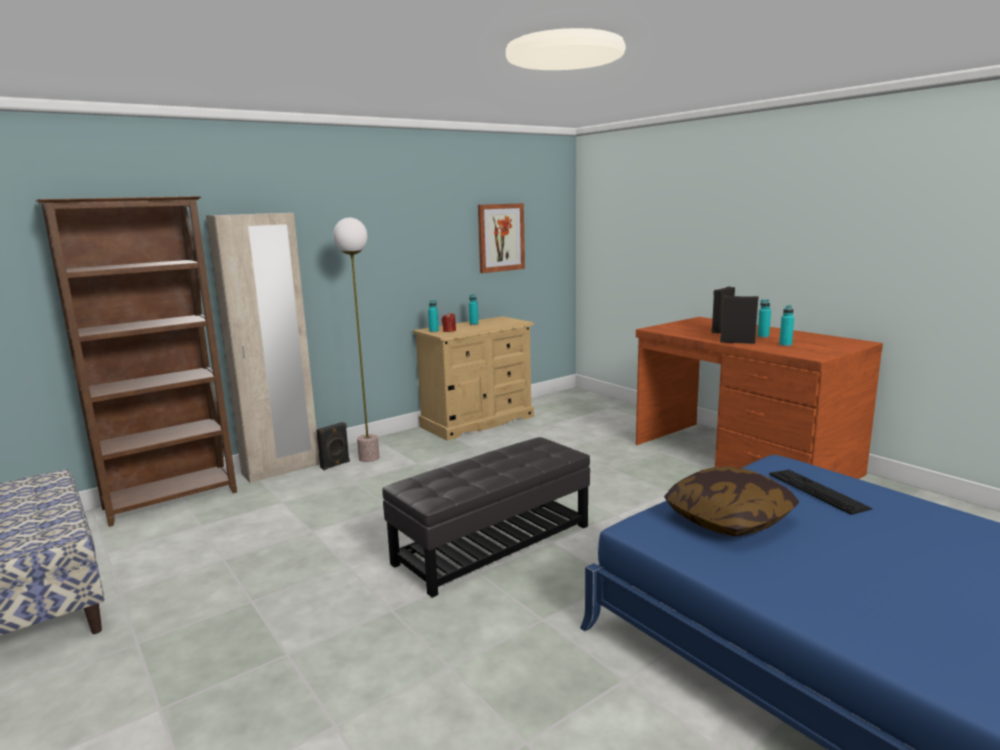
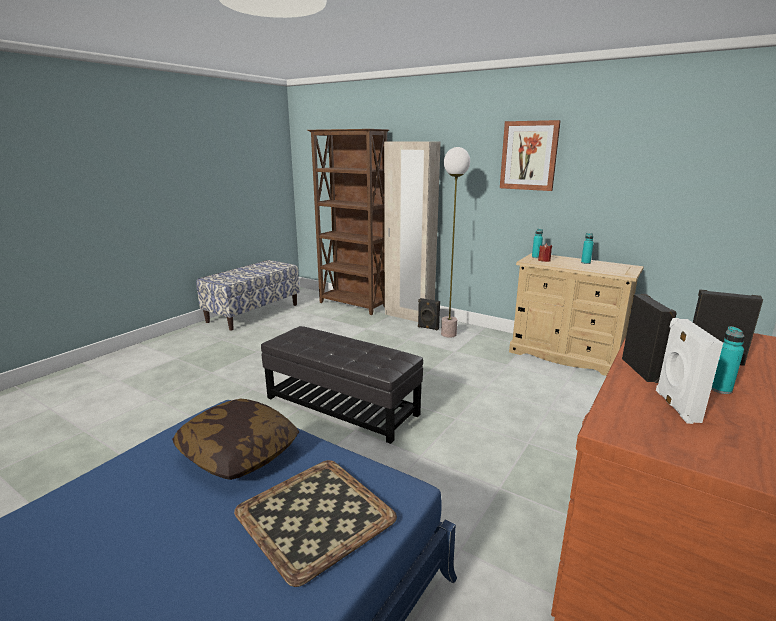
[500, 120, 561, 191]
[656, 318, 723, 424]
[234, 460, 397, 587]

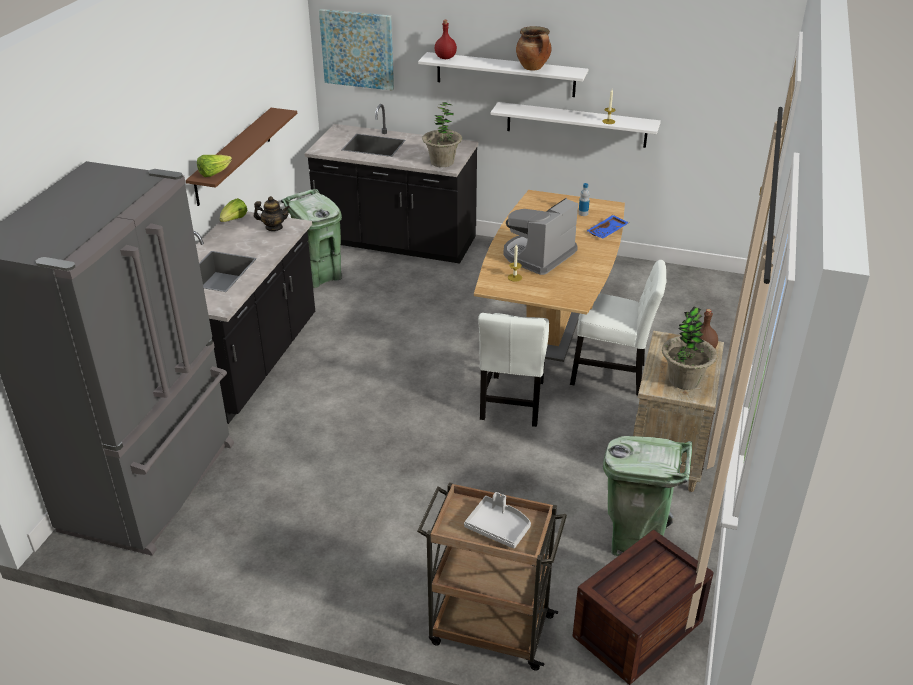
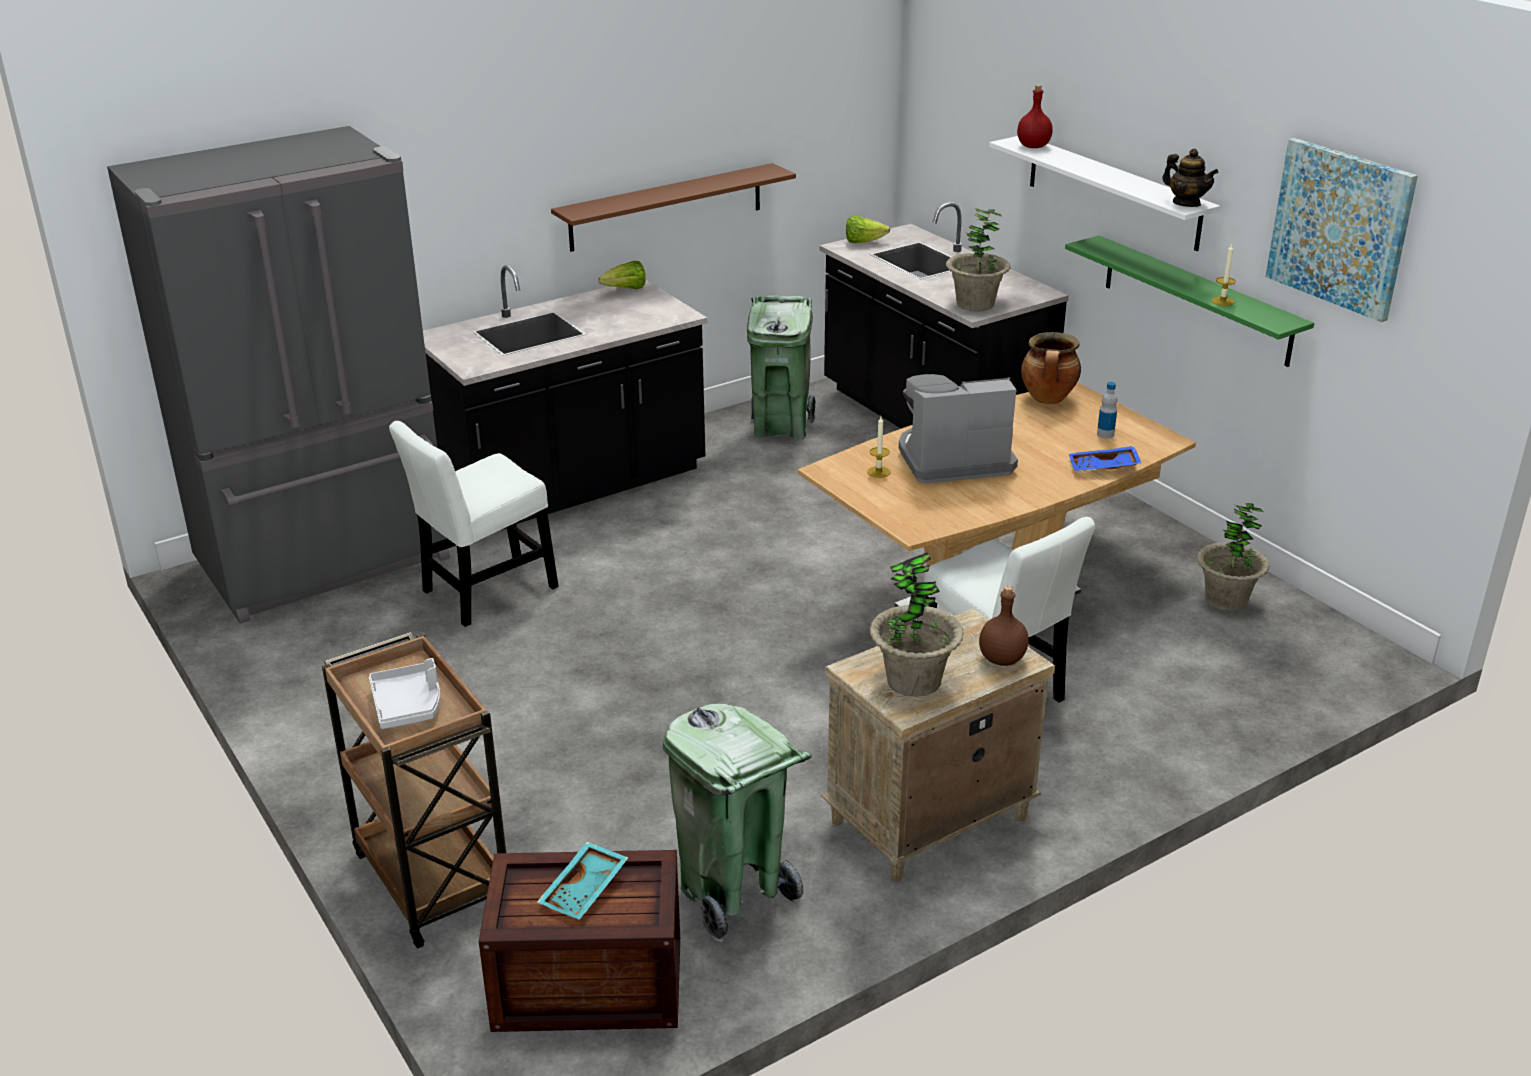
[1266, 138, 1418, 322]
[1021, 332, 1081, 404]
[1065, 235, 1314, 367]
[846, 216, 890, 243]
[1162, 149, 1218, 207]
[389, 421, 559, 627]
[1197, 503, 1270, 611]
[537, 841, 629, 920]

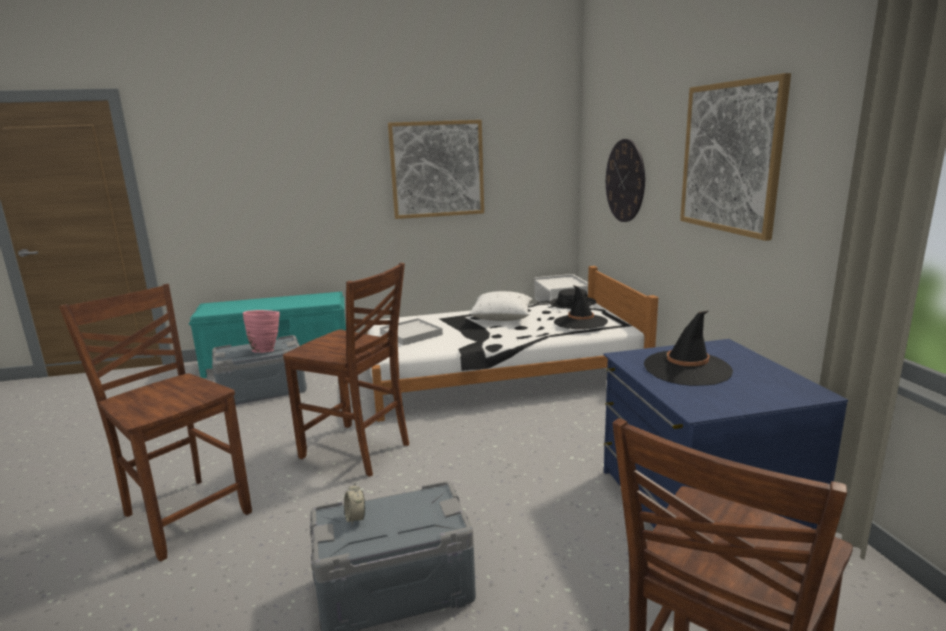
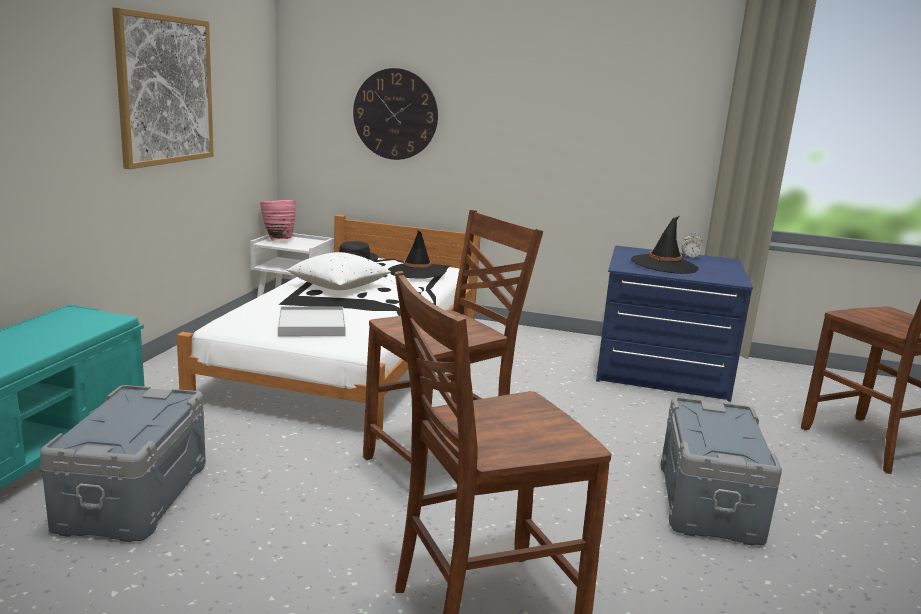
[680, 73, 791, 241] (first image)
[260, 200, 296, 241]
[682, 233, 703, 258]

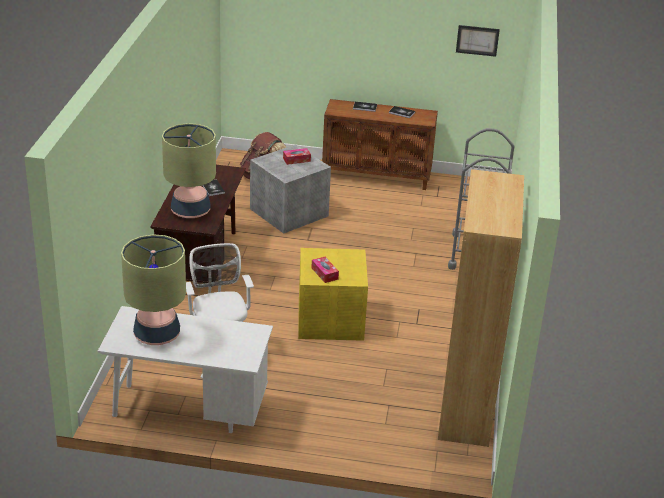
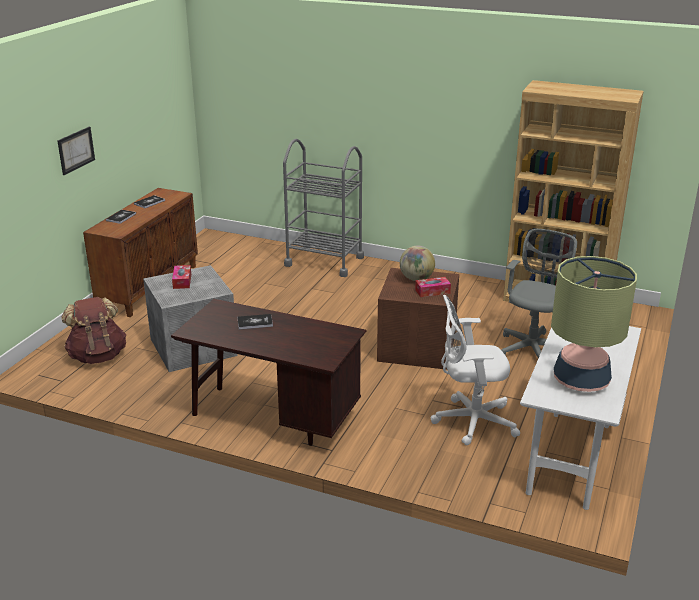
[57, 127, 95, 175]
[162, 123, 216, 218] (first image)
[377, 268, 459, 370]
[501, 229, 577, 358]
[400, 246, 435, 281]

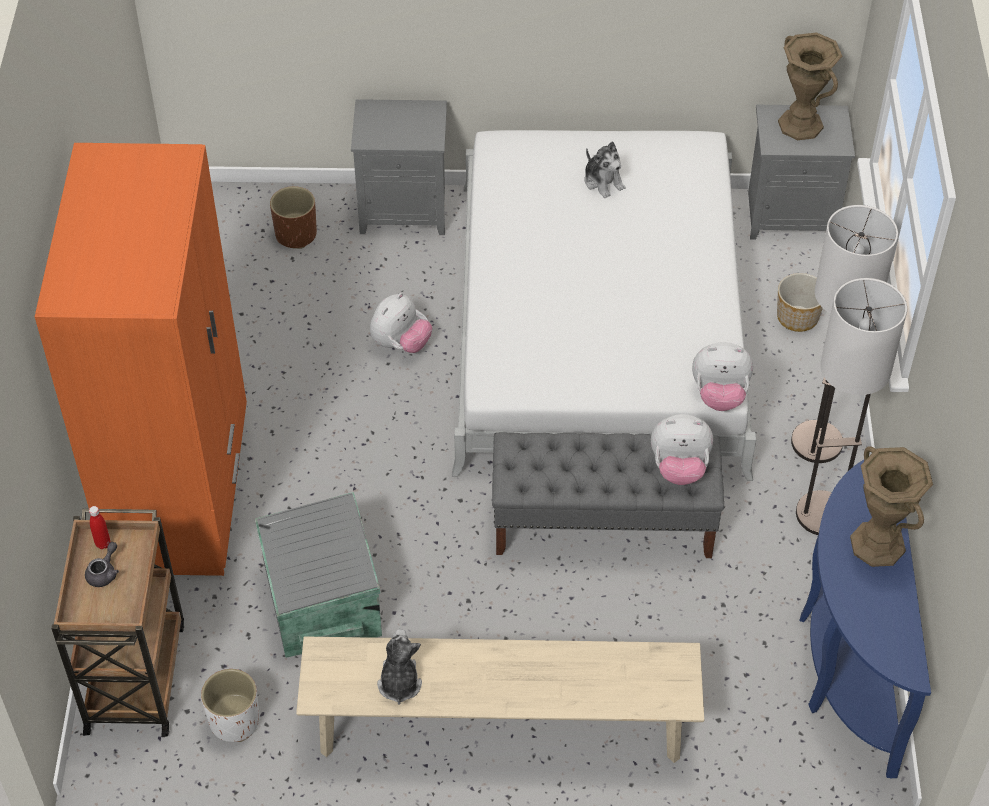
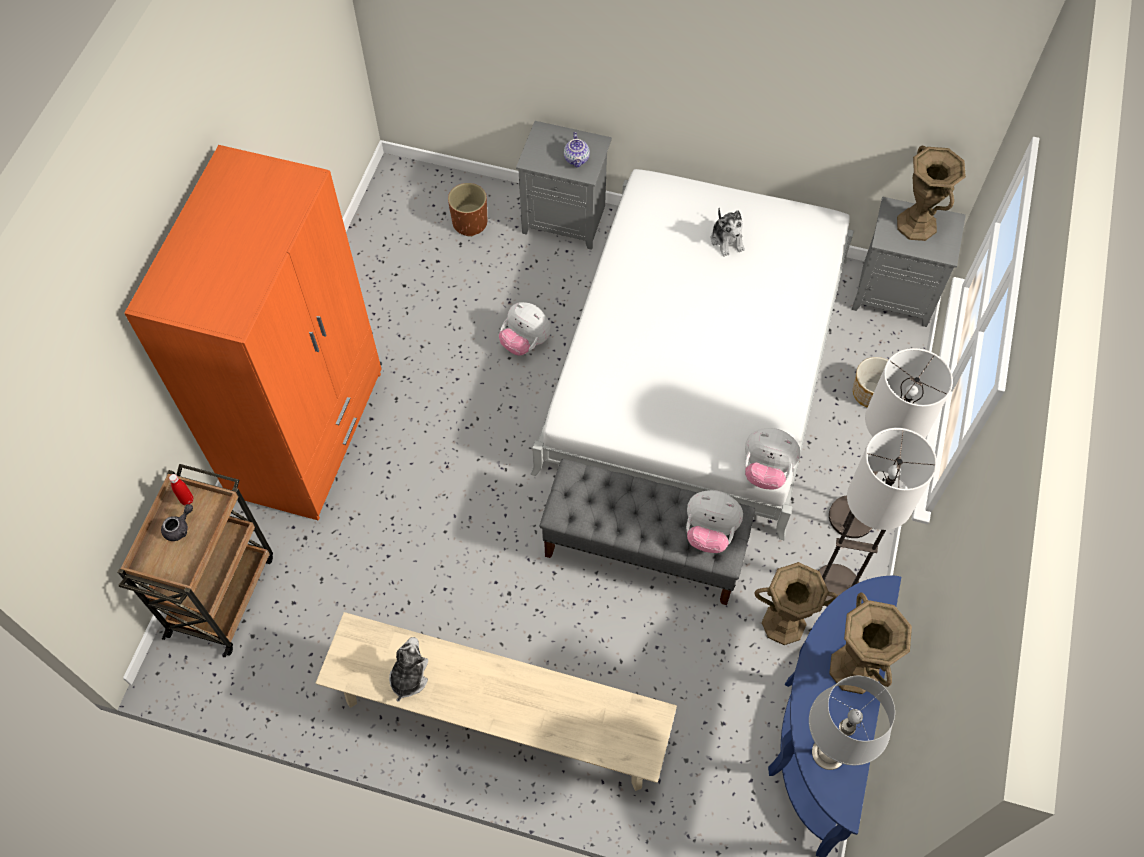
[499, 302, 551, 356]
[255, 492, 382, 658] (first image)
[201, 669, 260, 742] (first image)
[564, 132, 590, 168]
[755, 562, 838, 645]
[809, 676, 895, 770]

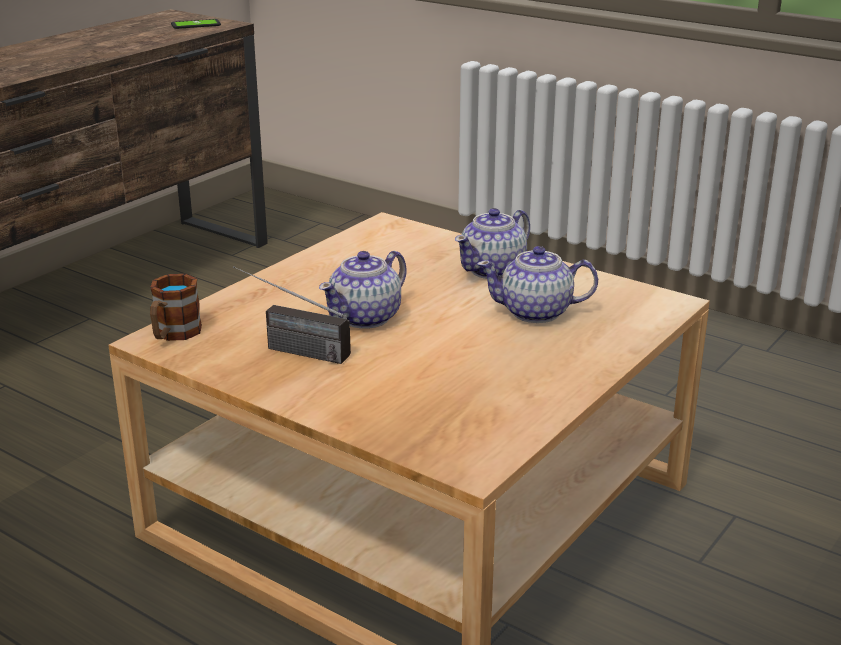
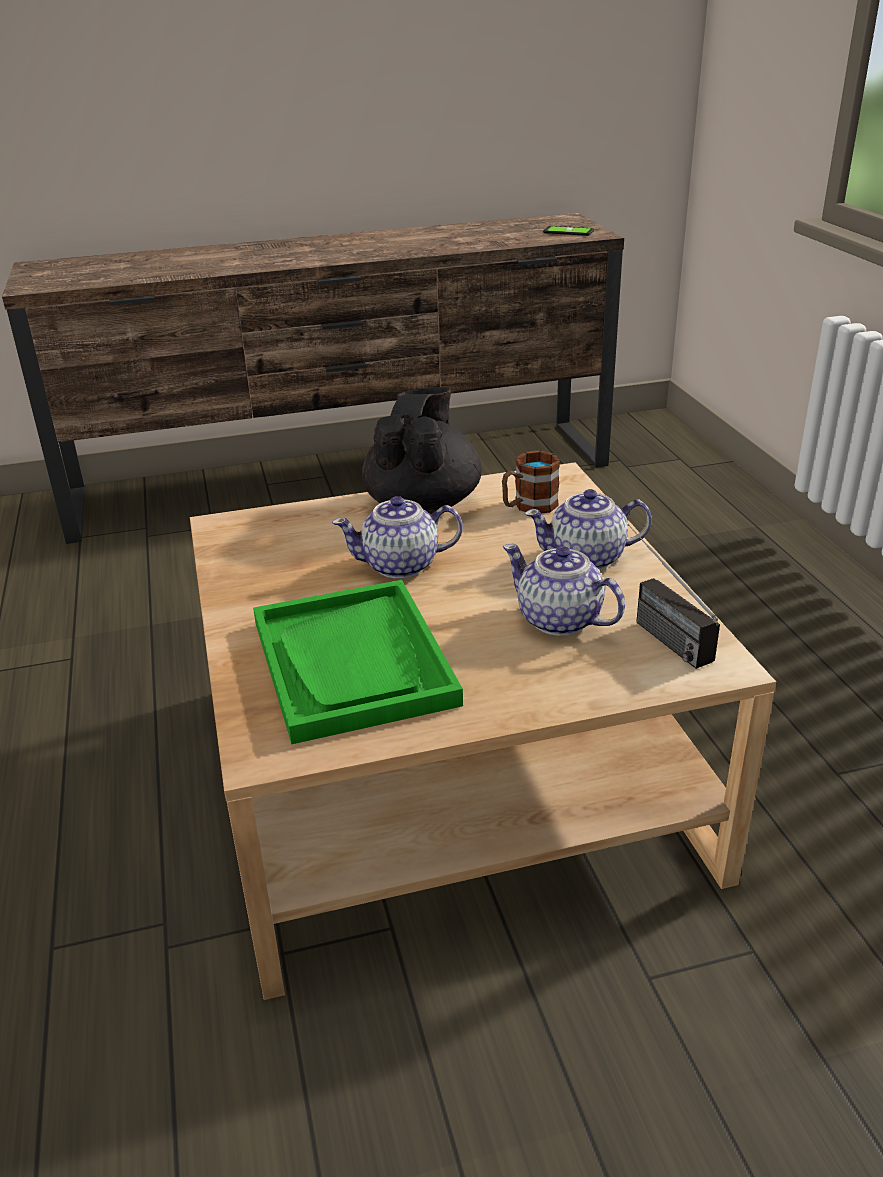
[627, 524, 720, 669]
[502, 450, 560, 513]
[362, 387, 482, 514]
[253, 580, 463, 744]

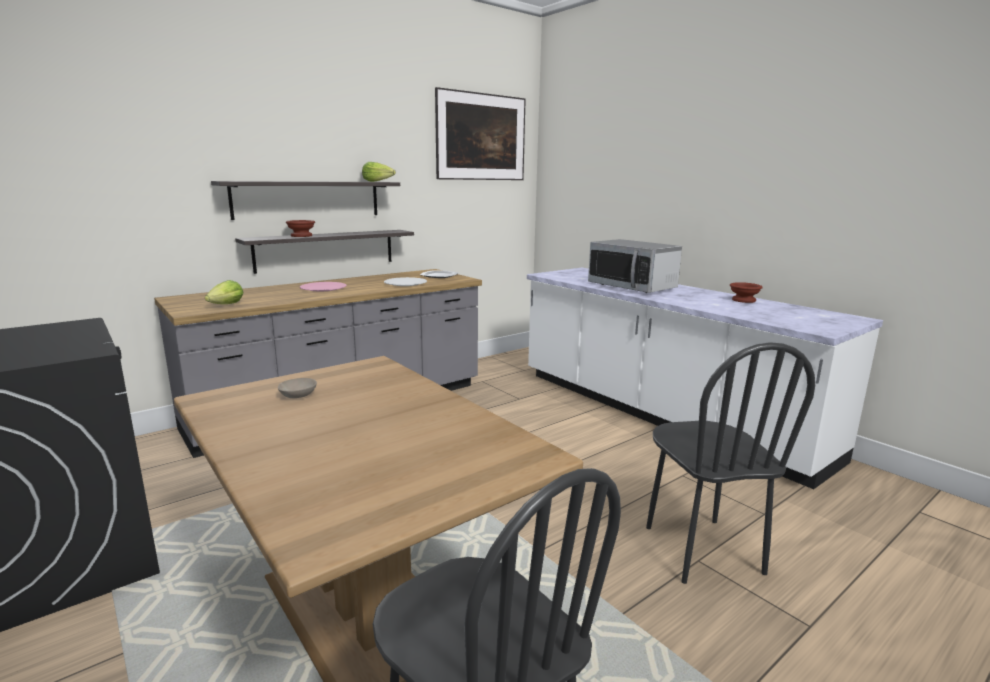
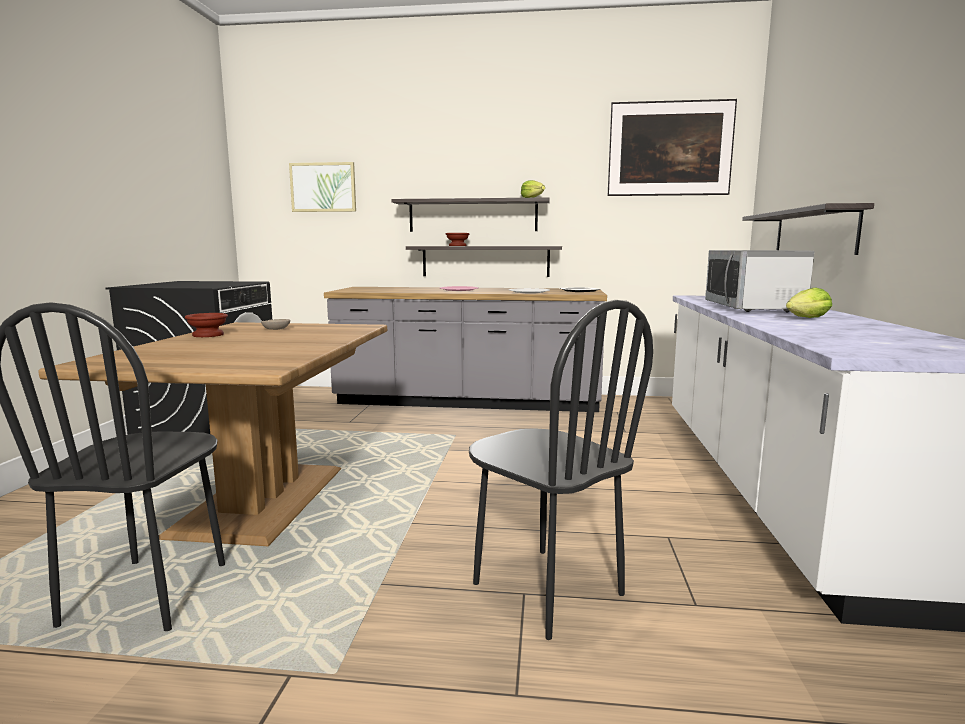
[786, 288, 832, 318]
[185, 313, 228, 337]
[469, 300, 653, 640]
[289, 162, 356, 212]
[742, 203, 874, 255]

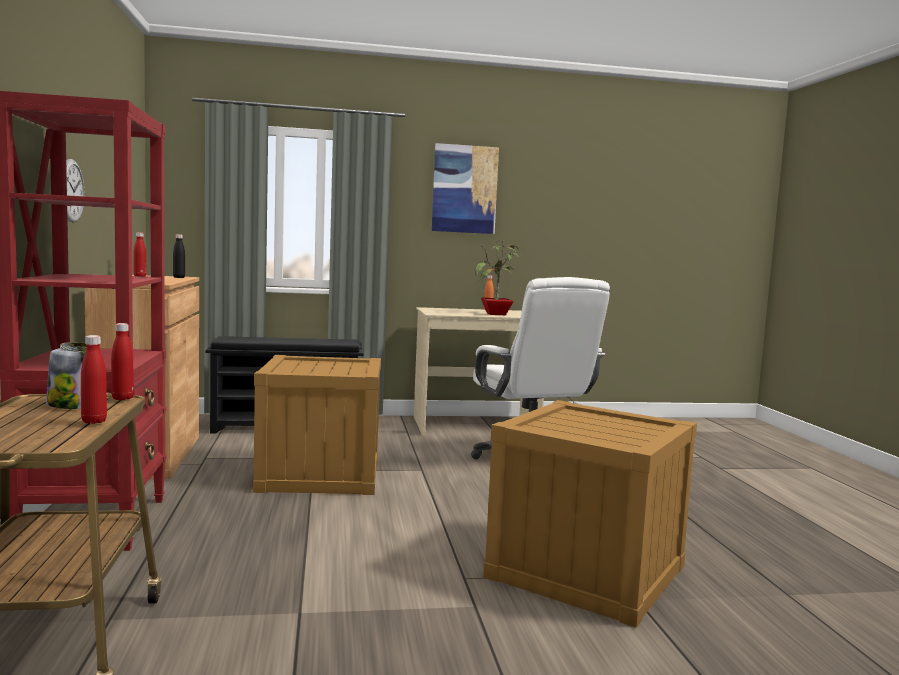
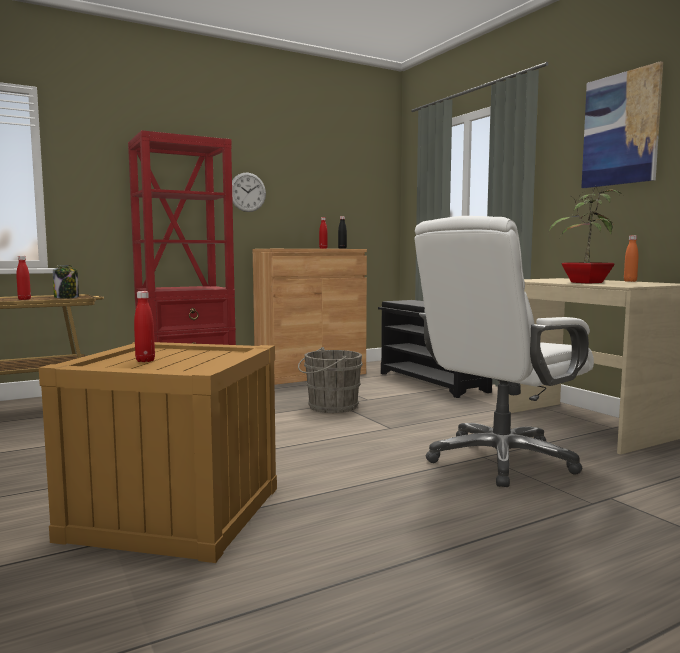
[134, 291, 155, 362]
[298, 347, 363, 413]

